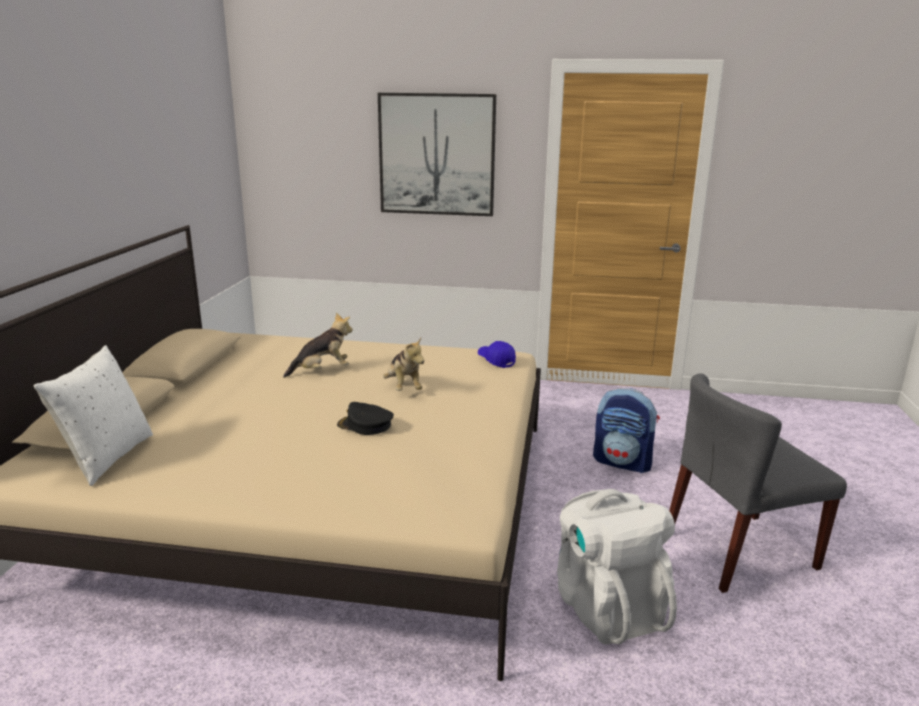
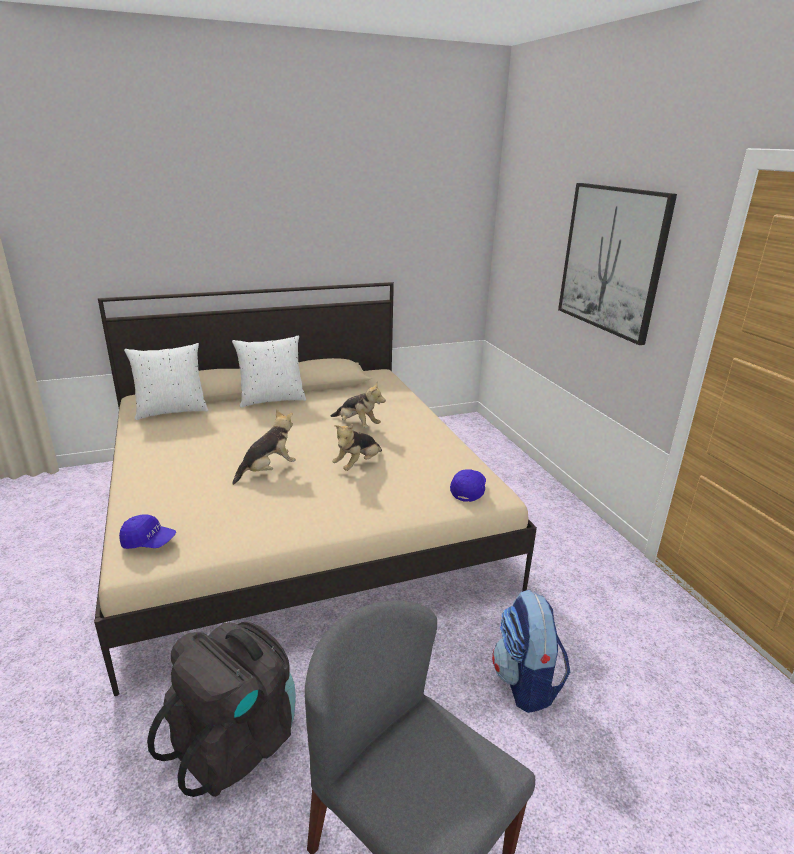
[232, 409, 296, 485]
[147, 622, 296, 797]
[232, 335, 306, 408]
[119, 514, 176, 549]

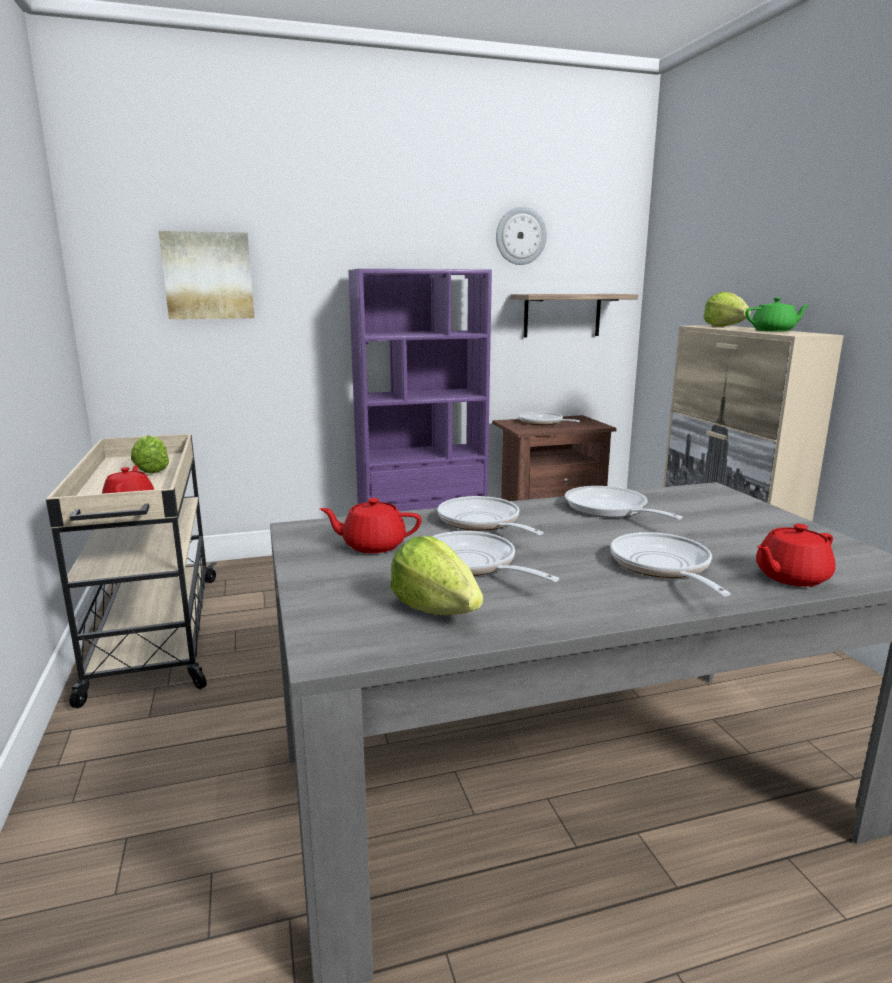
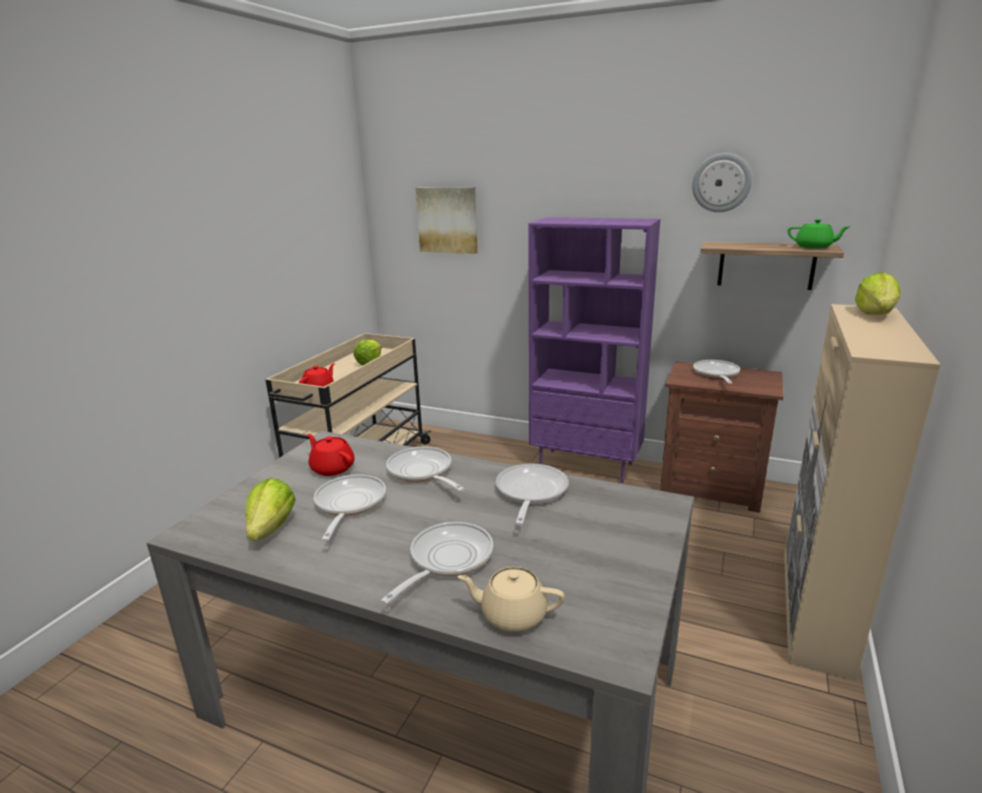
[788, 219, 850, 249]
[386, 447, 464, 491]
[458, 567, 565, 632]

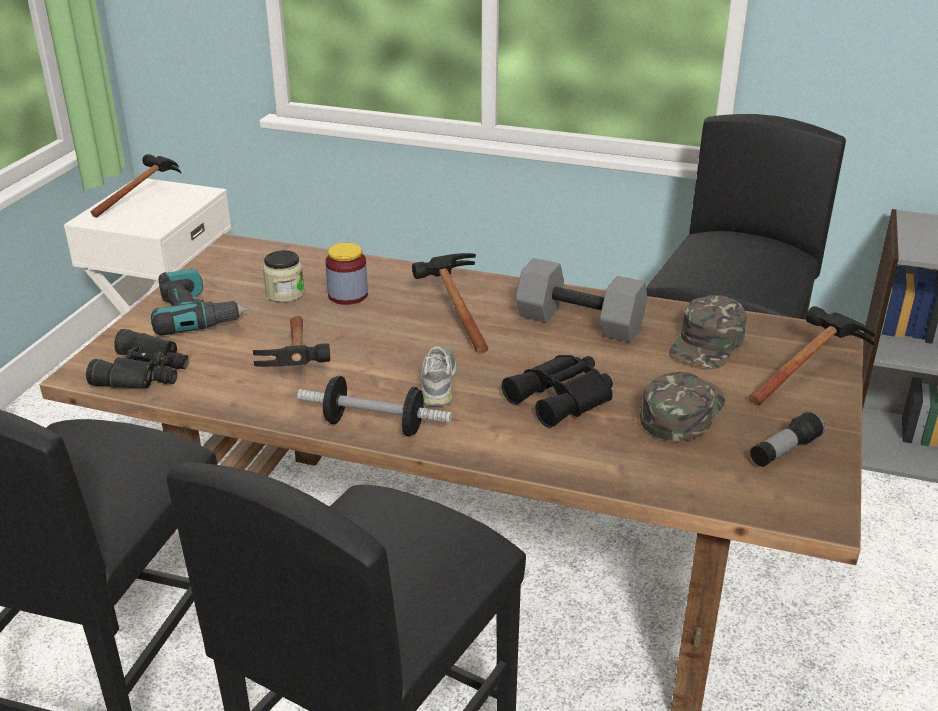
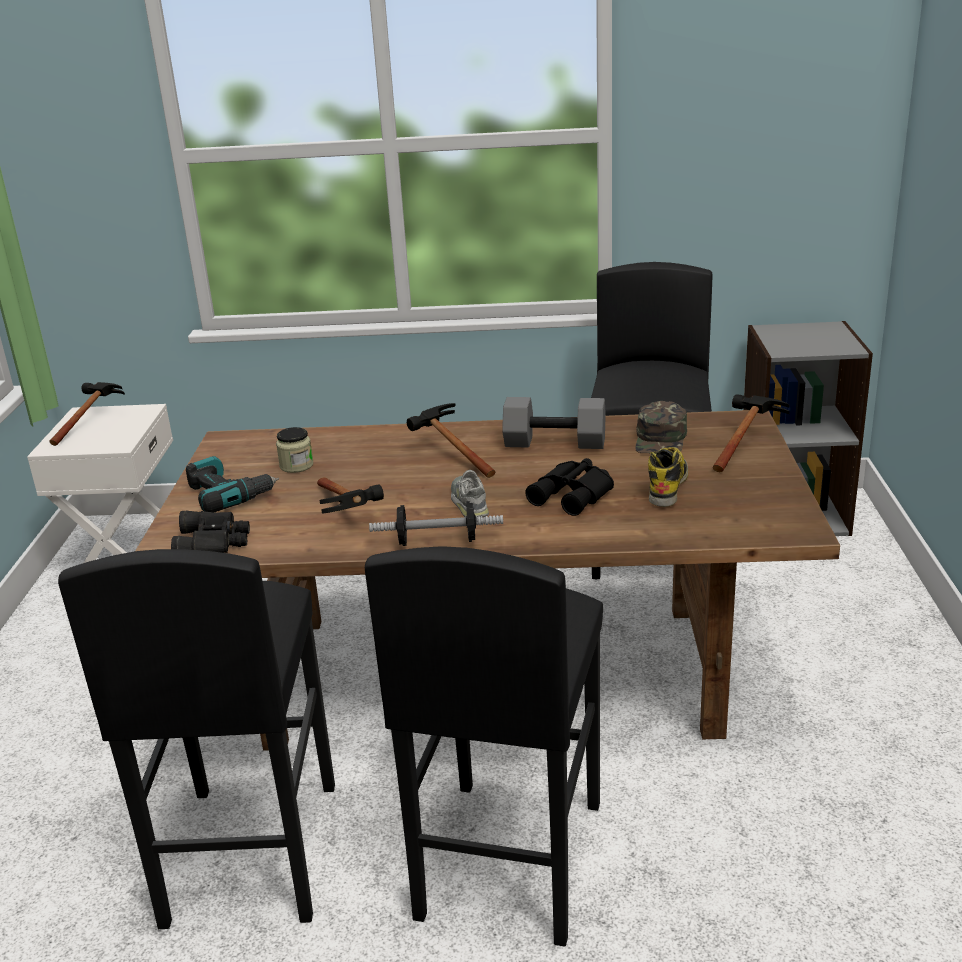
[325, 243, 368, 305] (first image)
[648, 447, 688, 507]
[750, 411, 825, 467] (first image)

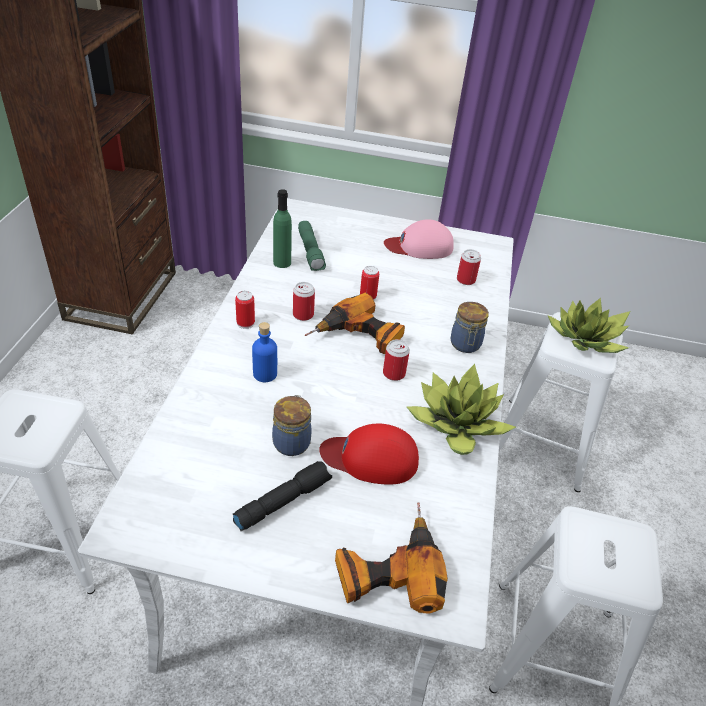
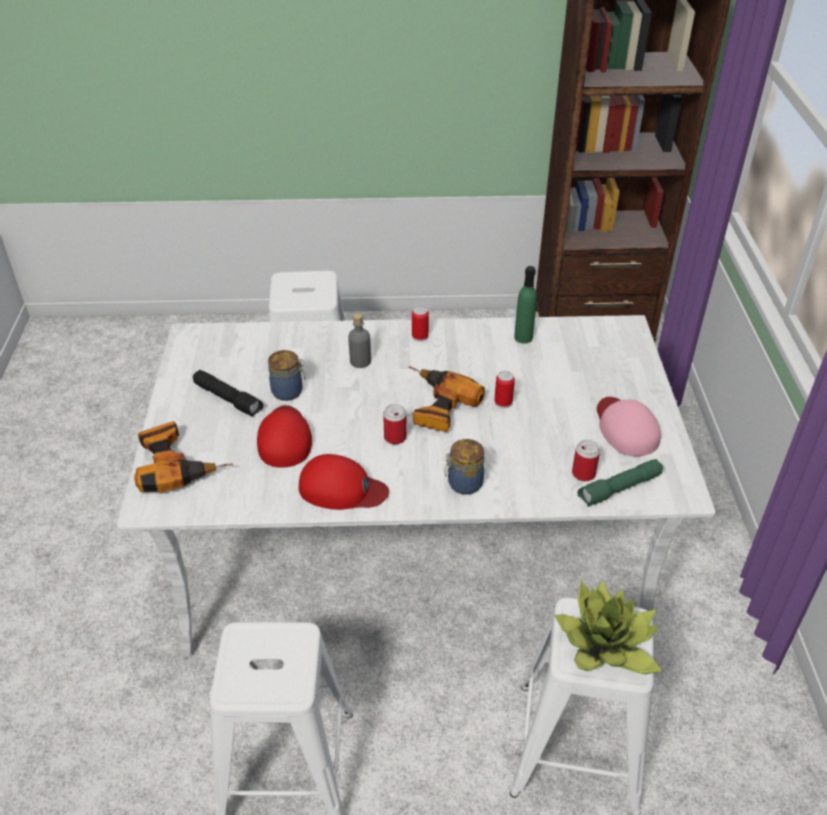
[578, 459, 663, 507]
[293, 282, 315, 321] (first image)
[348, 313, 371, 368]
[299, 454, 389, 510]

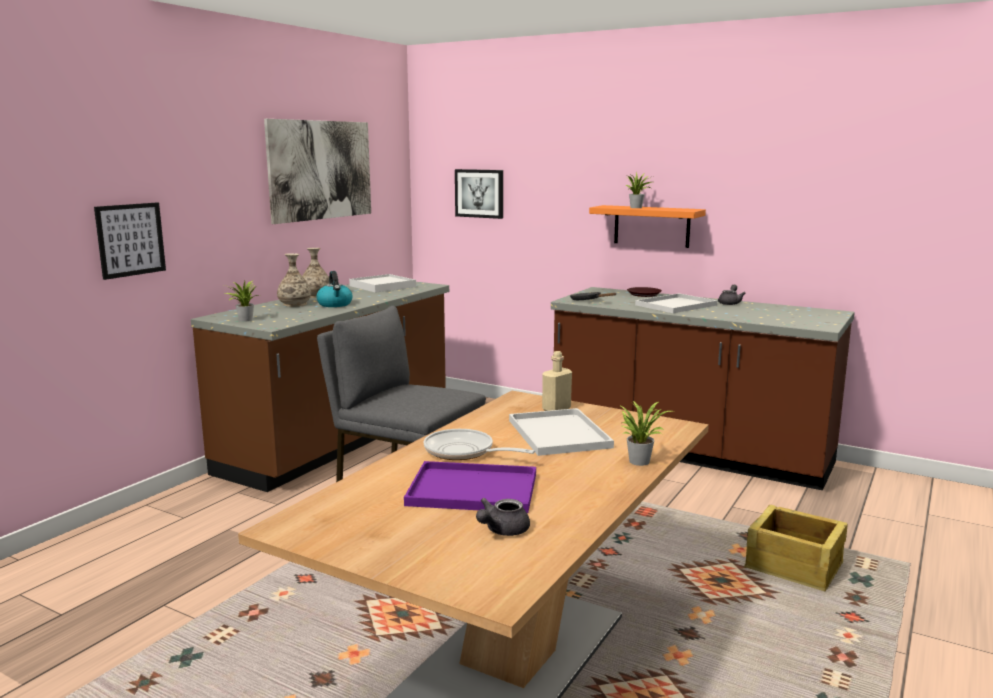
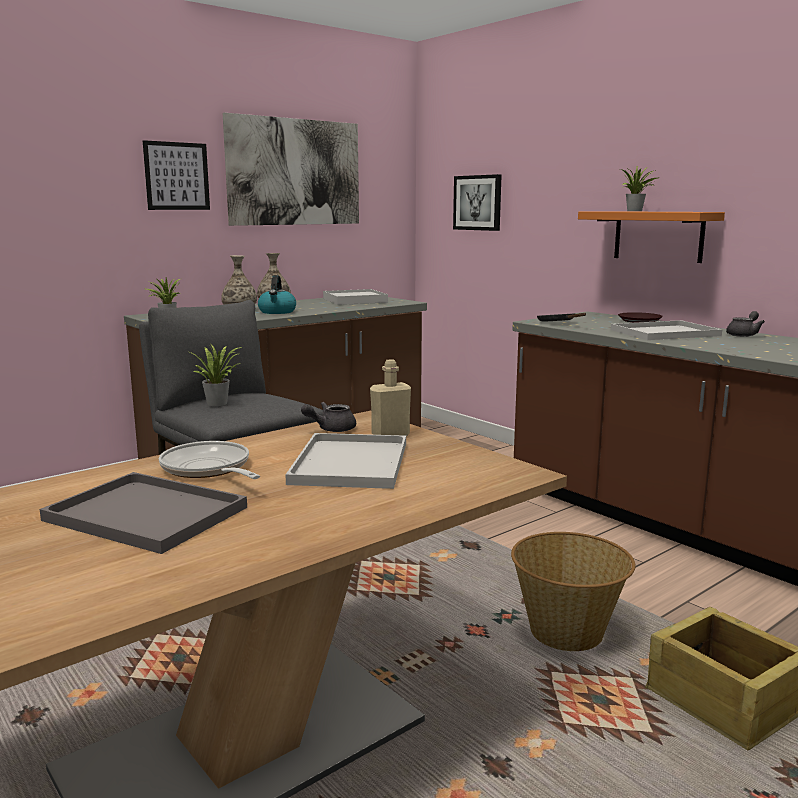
[143, 140, 210, 210]
[190, 343, 242, 406]
[40, 472, 247, 554]
[301, 402, 356, 432]
[511, 532, 636, 651]

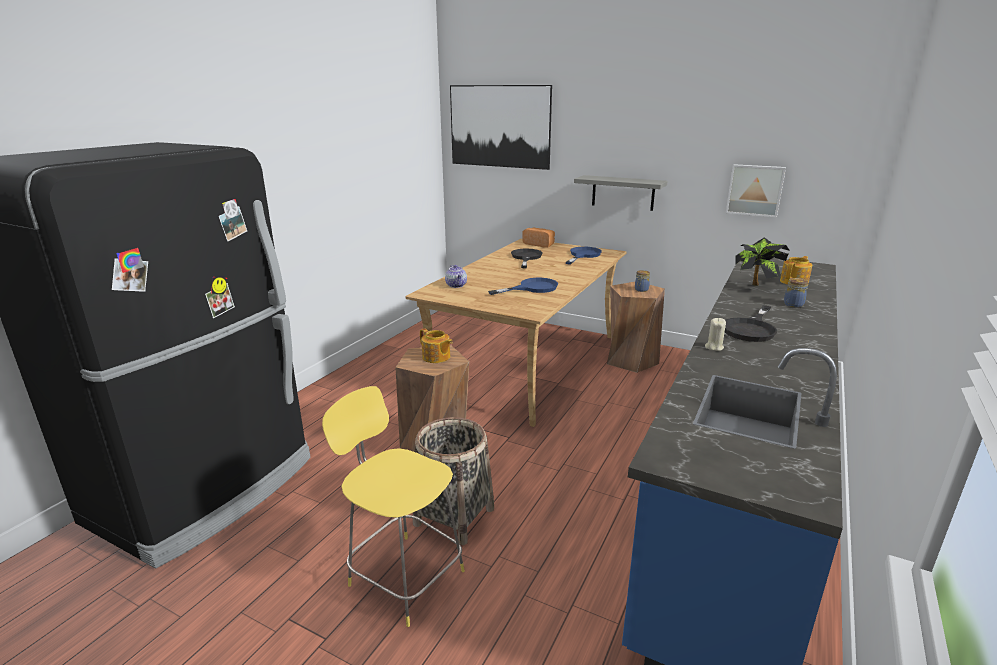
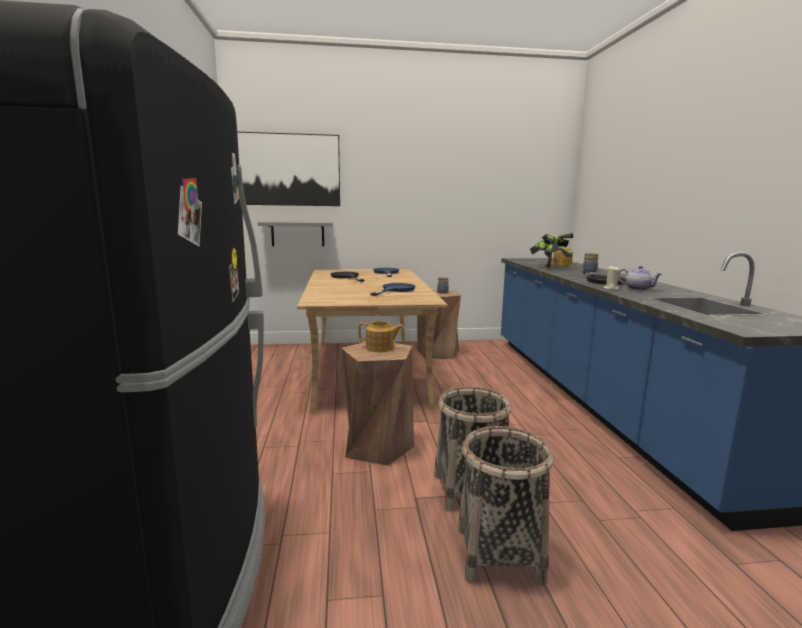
[726, 164, 786, 217] (first image)
[257, 221, 333, 247]
[522, 228, 555, 248] (first image)
[618, 266, 662, 291]
[458, 426, 554, 586]

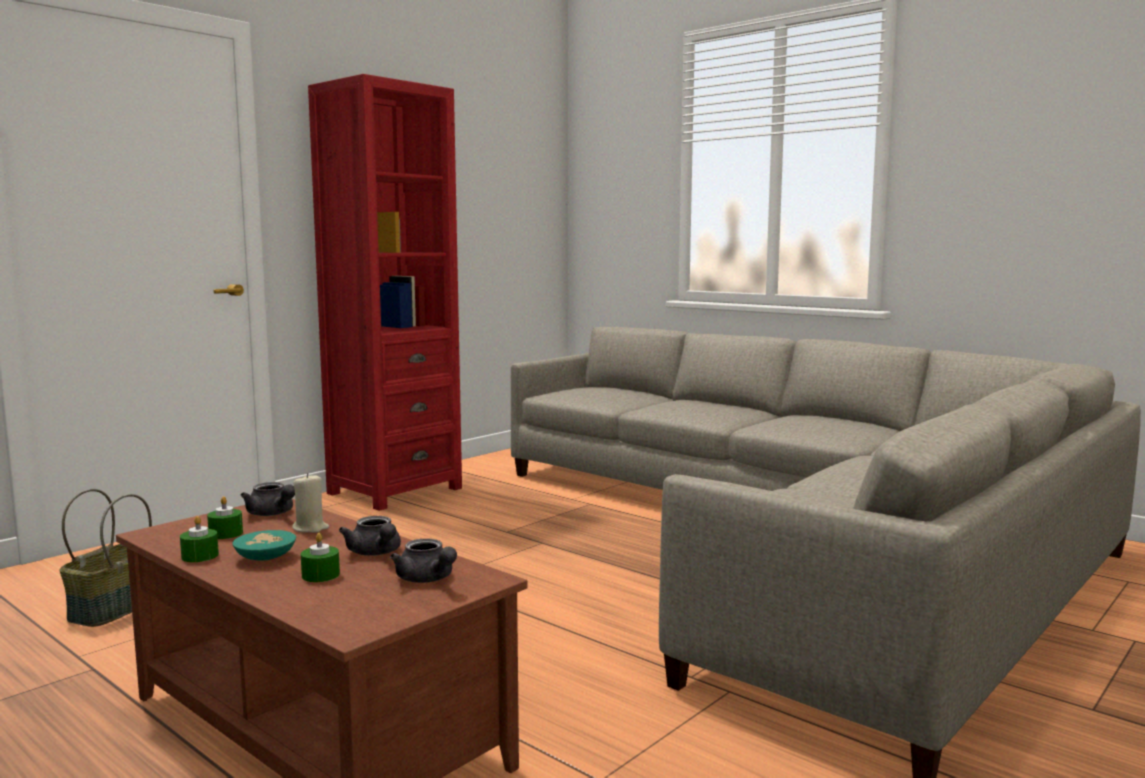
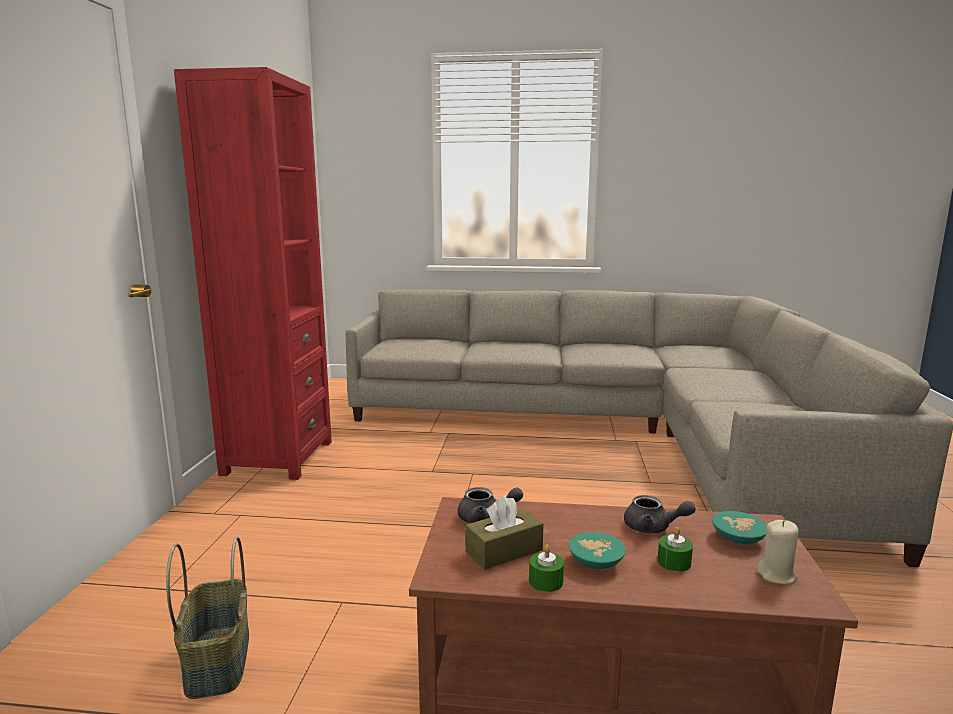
[757, 520, 799, 584]
[465, 495, 544, 570]
[712, 511, 767, 544]

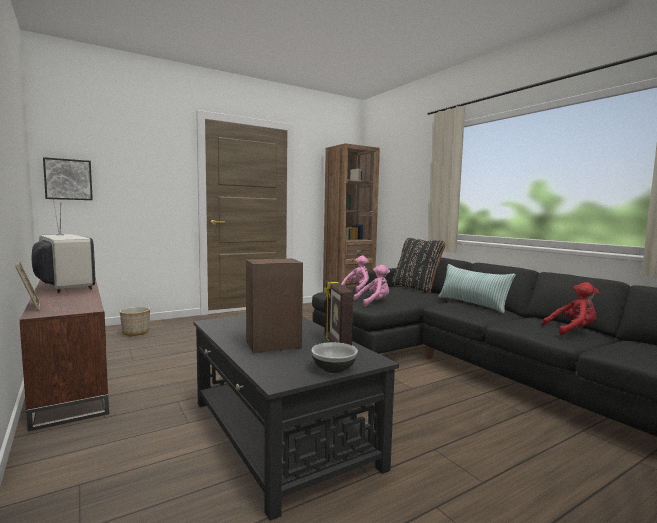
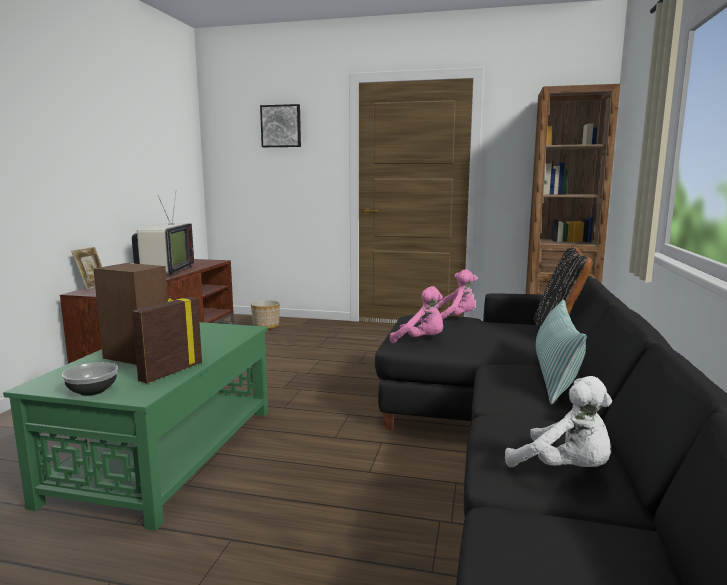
[260, 104, 301, 147]
[505, 376, 612, 467]
[3, 322, 268, 531]

